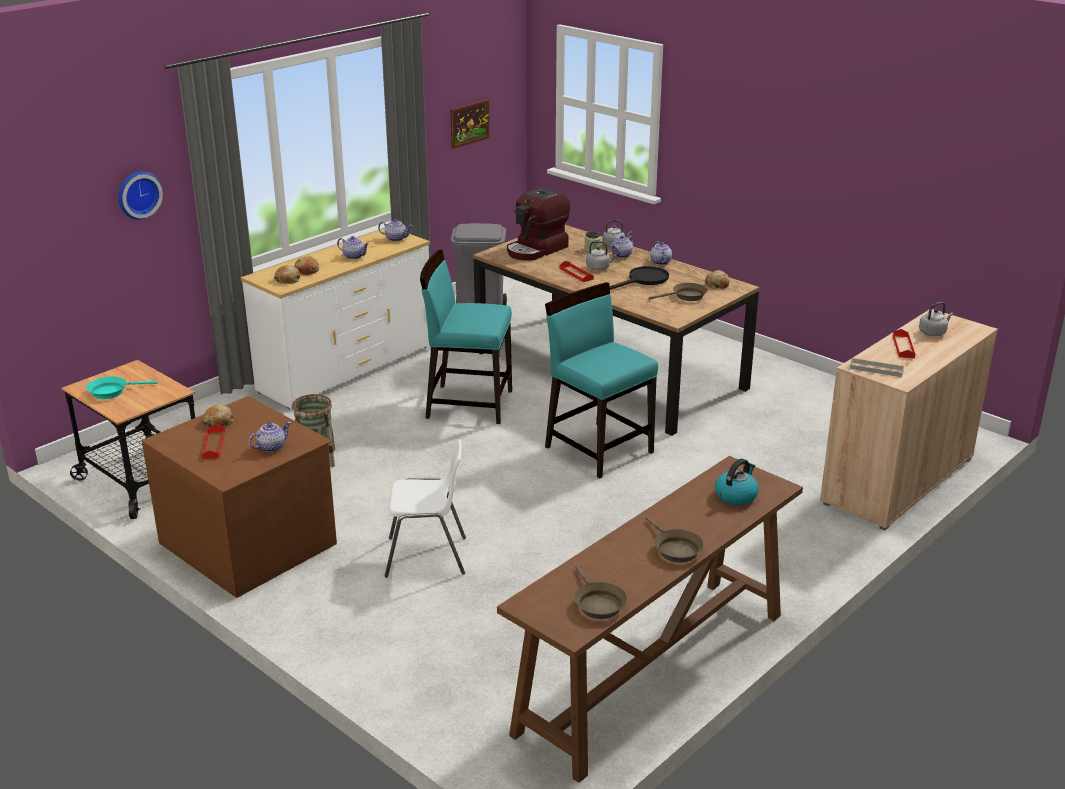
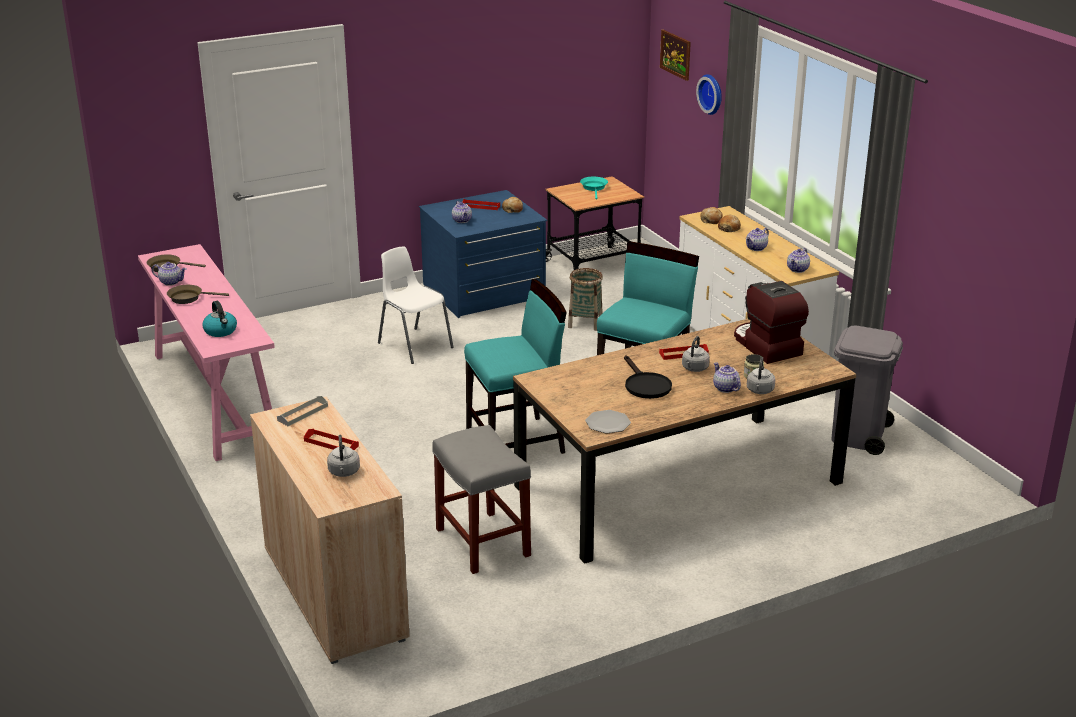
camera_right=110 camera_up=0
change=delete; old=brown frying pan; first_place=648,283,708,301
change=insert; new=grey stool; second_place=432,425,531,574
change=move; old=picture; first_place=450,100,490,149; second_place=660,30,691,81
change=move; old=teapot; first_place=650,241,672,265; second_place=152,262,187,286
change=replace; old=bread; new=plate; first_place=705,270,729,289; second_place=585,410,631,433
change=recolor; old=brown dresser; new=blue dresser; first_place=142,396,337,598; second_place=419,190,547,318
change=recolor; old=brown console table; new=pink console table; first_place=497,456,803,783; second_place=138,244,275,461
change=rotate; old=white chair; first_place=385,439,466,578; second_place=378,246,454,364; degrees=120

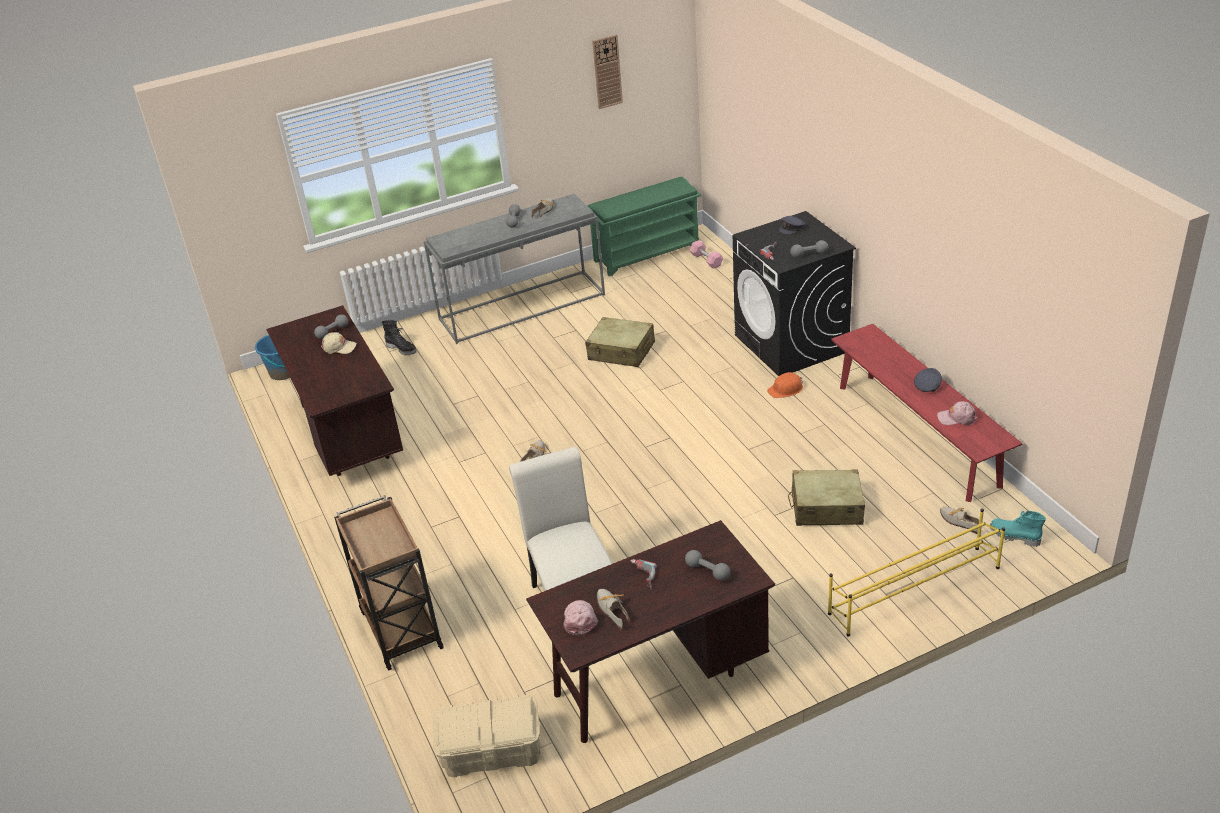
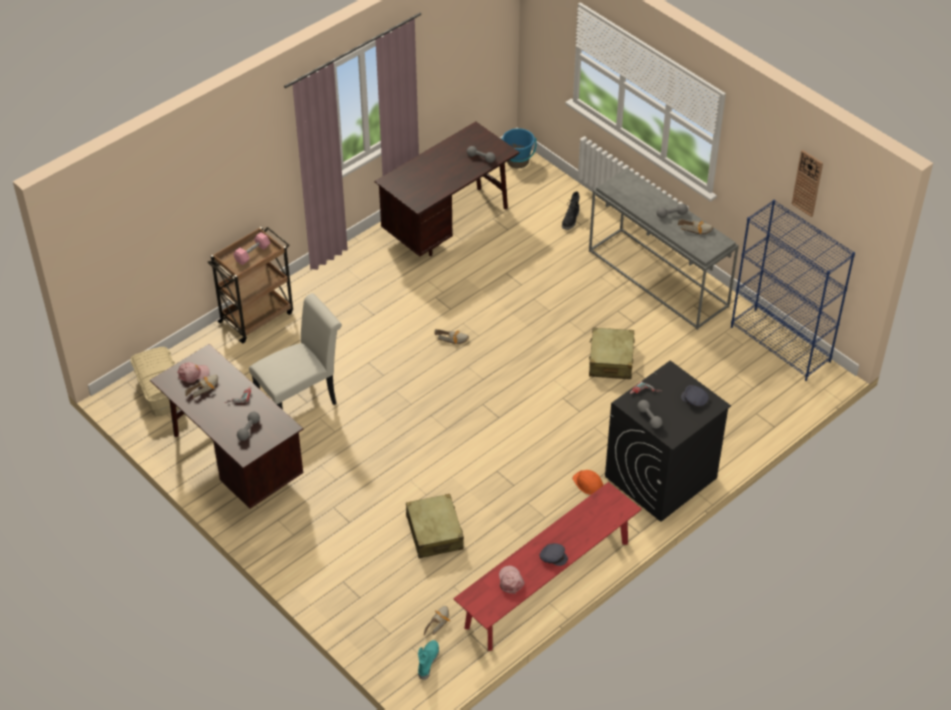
camera_right=70 camera_up=10
change=delete; old=beige cap; first_place=321,332,357,354
change=delete; old=yellow shoe rack; first_place=828,509,1005,637
change=move; old=pink dumbbell; first_place=689,240,723,269; second_place=233,232,270,265
change=replace; old=green shoe rack; new=blue bookcase; first_place=587,177,701,276; second_place=731,200,855,381

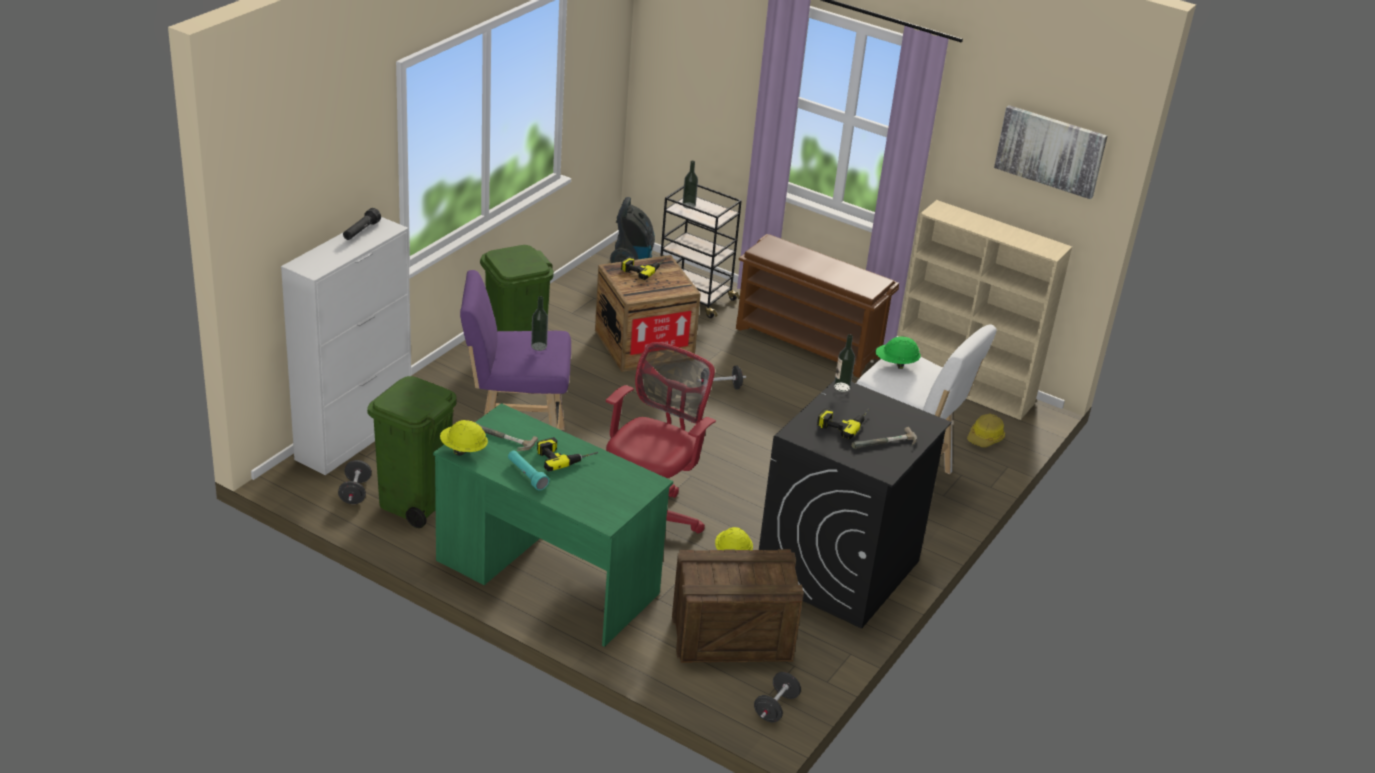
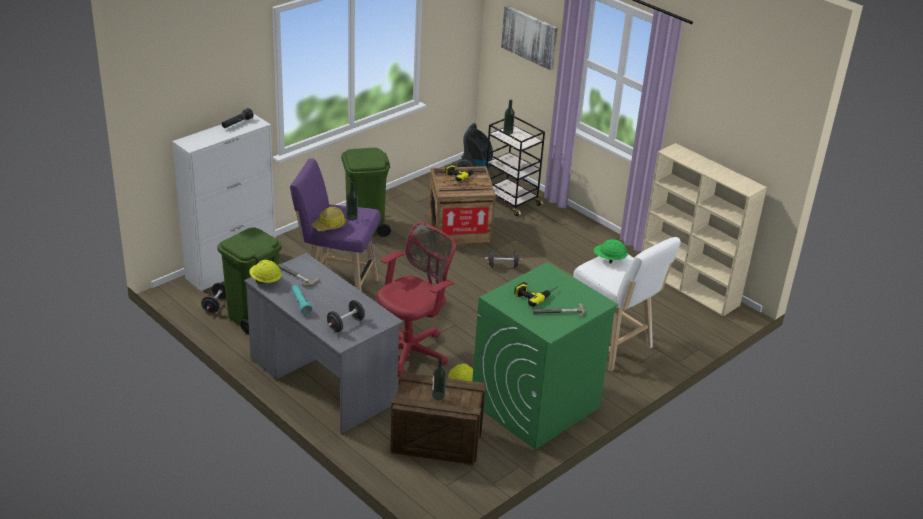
camera_right=15 camera_up=0
change=delete; old=power drill; first_place=537,437,598,472
change=delete; old=brown shoe rack; first_place=736,234,899,378
change=move; old=black dumbbell; first_place=754,672,801,723; second_place=327,300,365,332
change=move; old=bottle; first_place=834,334,855,392; second_place=432,357,446,400
change=move; old=hard hat; first_place=967,414,1005,447; second_place=311,207,346,231
change=move; old=picture; first_place=994,105,1107,199; second_place=501,5,558,70
change=recolor; old=green desk; new=grey desk; first_place=433,403,673,647; second_place=244,253,403,434
change=recolor; old=black washing machine; new=green washing machine; first_place=759,380,951,629; second_place=472,262,618,450

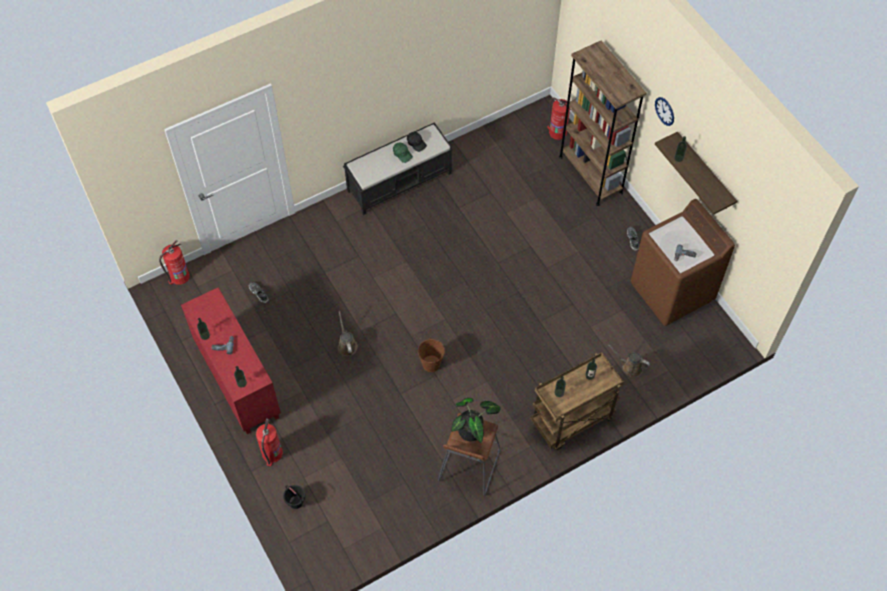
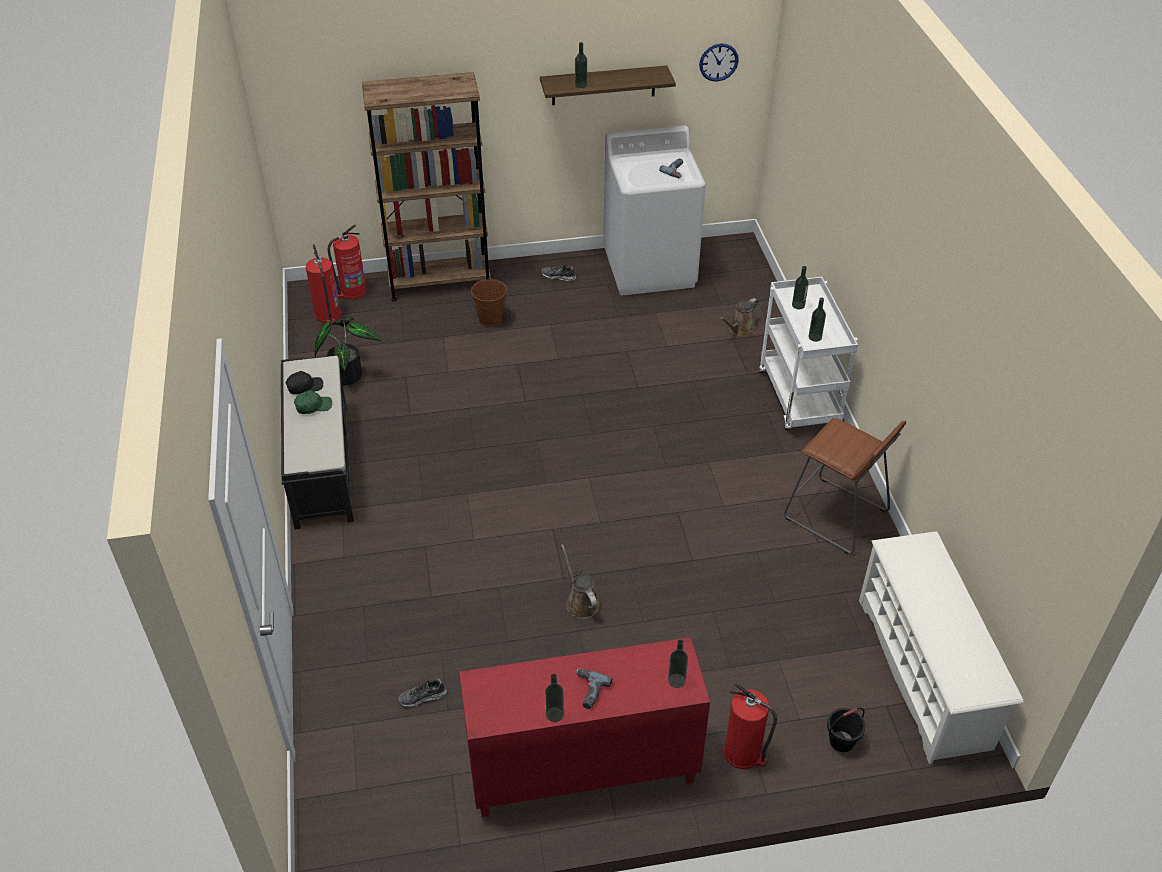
camera_right=-70 camera_up=-15
change=insert; new=white shoe rack; second_place=859,531,1024,764
change=move; old=fire extinguisher; first_place=159,240,190,285; second_place=306,244,341,325
change=move; old=brown bucket; first_place=418,338,445,372; second_place=471,279,507,327
change=move; old=potted plant; first_place=451,398,501,443; second_place=315,317,381,385
change=move; old=wall clock; first_place=655,97,674,126; second_place=699,43,739,82
change=recolor; old=brown cart; new=white cart; first_place=531,352,624,450; second_place=759,277,858,430
change=recolor; old=brown washing machine; new=white washing machine; first_place=631,199,735,326; second_place=603,125,706,295
change=rotate; old=brown watering can; first_place=338,311,358,356; second_place=561,544,599,619; degrees=60

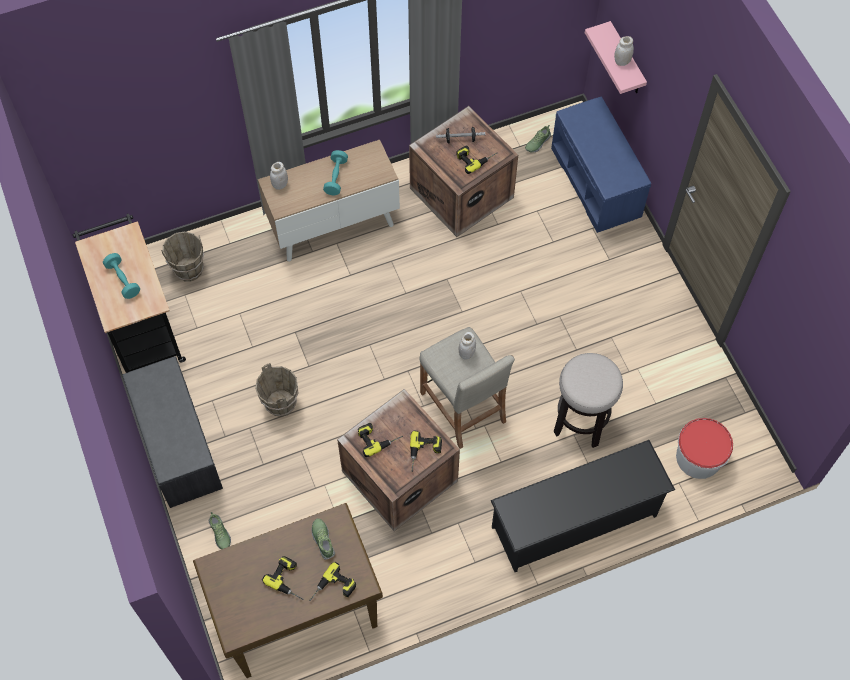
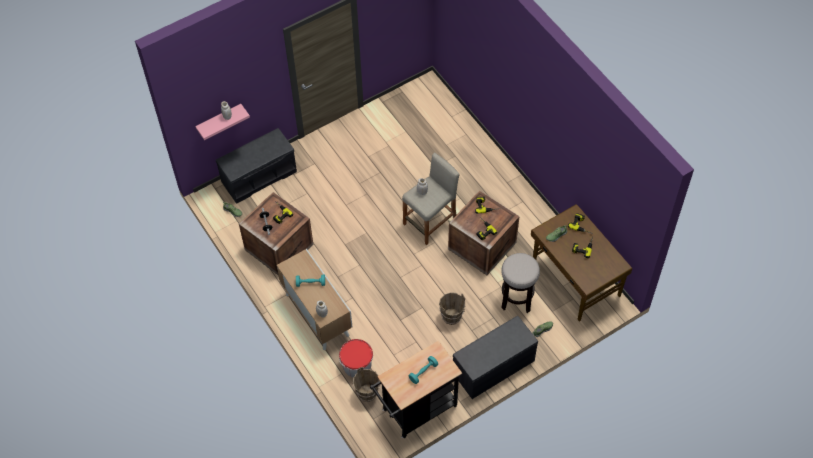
camera_right=-100 camera_up=-5
change=delete; old=black shoe rack; first_place=490,440,675,572
change=move; old=stool; first_place=553,353,623,448; second_place=501,253,540,313
change=move; old=bucket; first_place=676,418,733,479; second_place=339,339,373,377
change=recolor; old=blue bench; new=grey bench; first_place=551,97,651,233; second_place=216,128,297,204

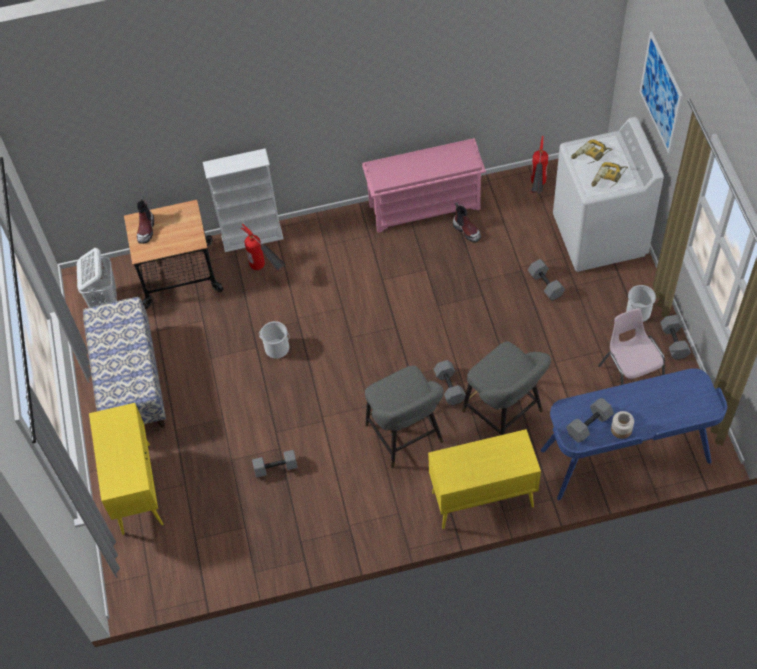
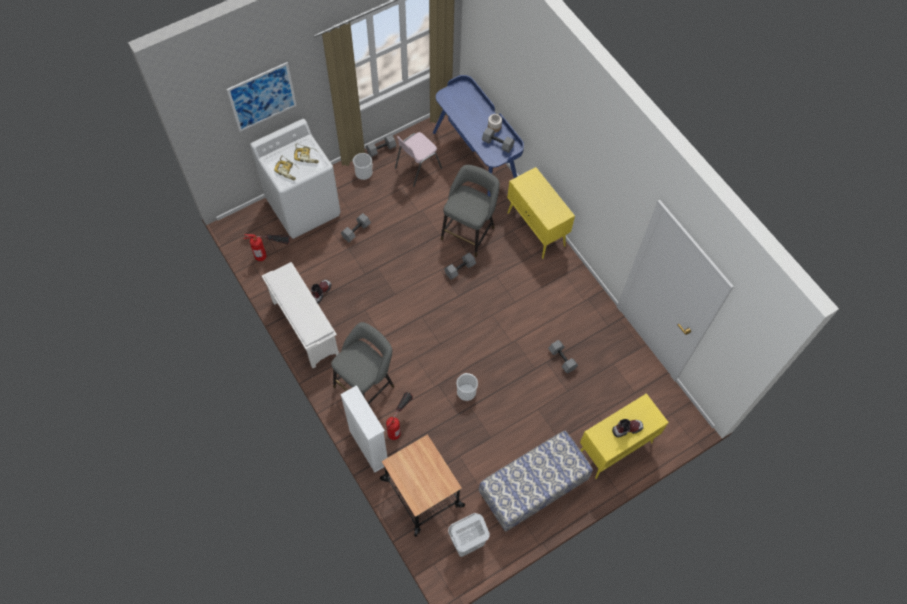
camera_right=-115 camera_up=5
change=move; old=boot; first_place=137,196,154,244; second_place=612,419,644,437
change=move; old=grey stool; first_place=365,365,444,468; second_place=331,322,394,404
change=recolor; old=pink shoe rack; new=white shoe rack; first_place=362,138,486,233; second_place=262,262,339,368

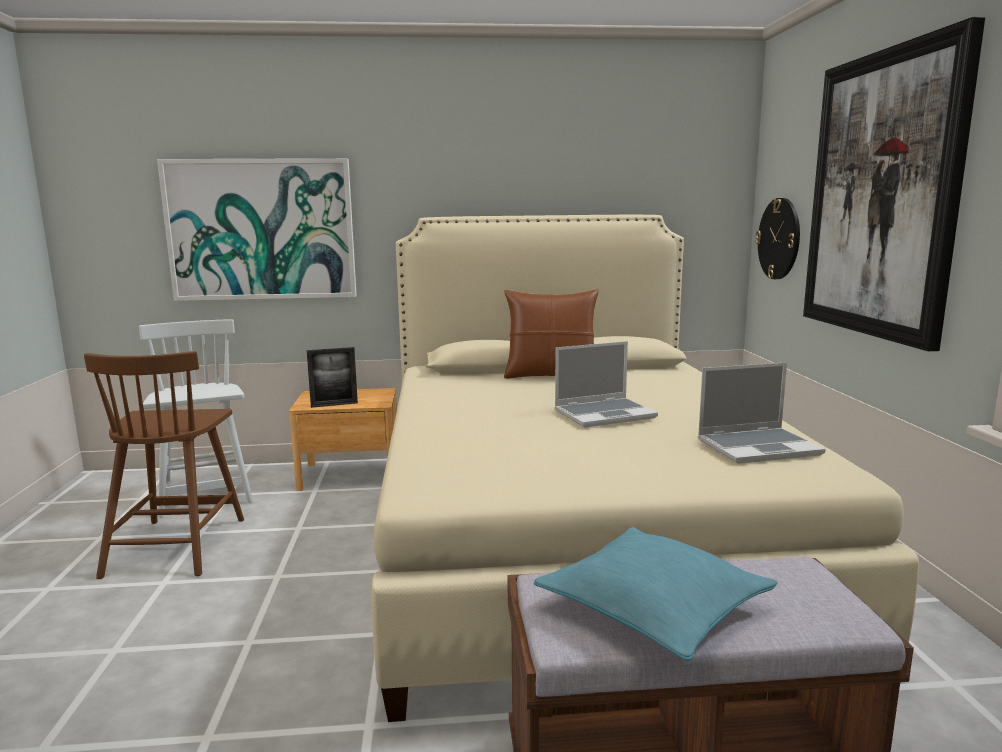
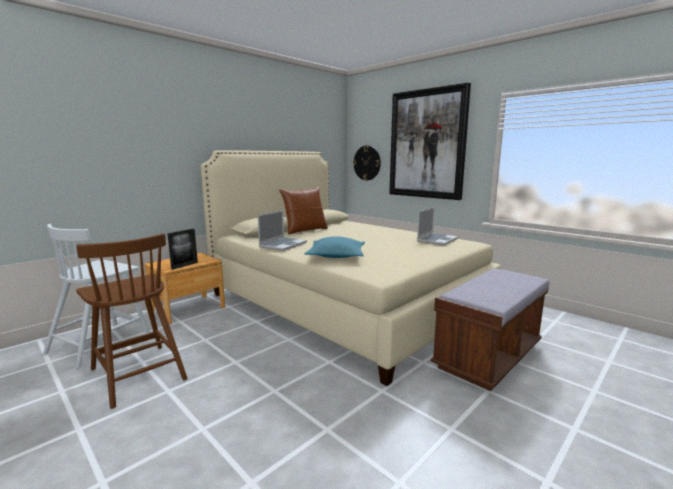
camera_right=-40 camera_up=0
change=delete; old=picture; first_place=157,158,357,301
change=move; old=turquoise pillow; first_place=534,527,778,661; second_place=305,236,365,258
change=move; old=laptop; first_place=555,341,658,428; second_place=258,210,307,251
change=rotate; old=white chair; first_place=139,319,253,518; second_place=43,224,150,369; degrees=-90

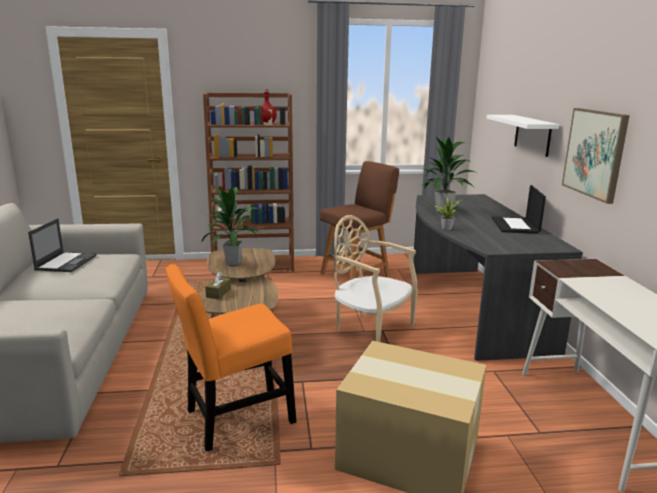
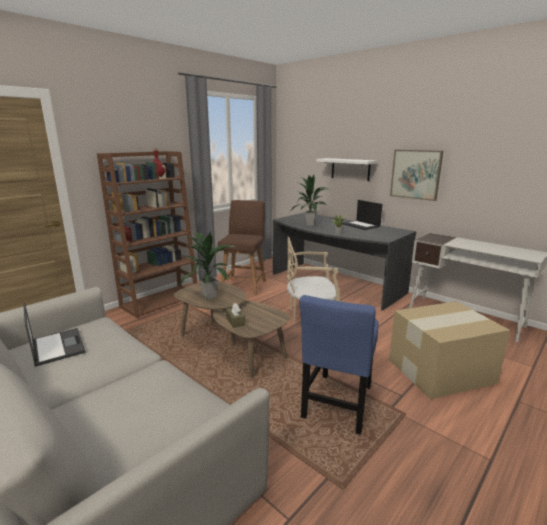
camera_right=-40 camera_up=0
change=recolor; old=orange chair; new=blue chair; first_place=166,264,296,452; second_place=299,295,378,435

